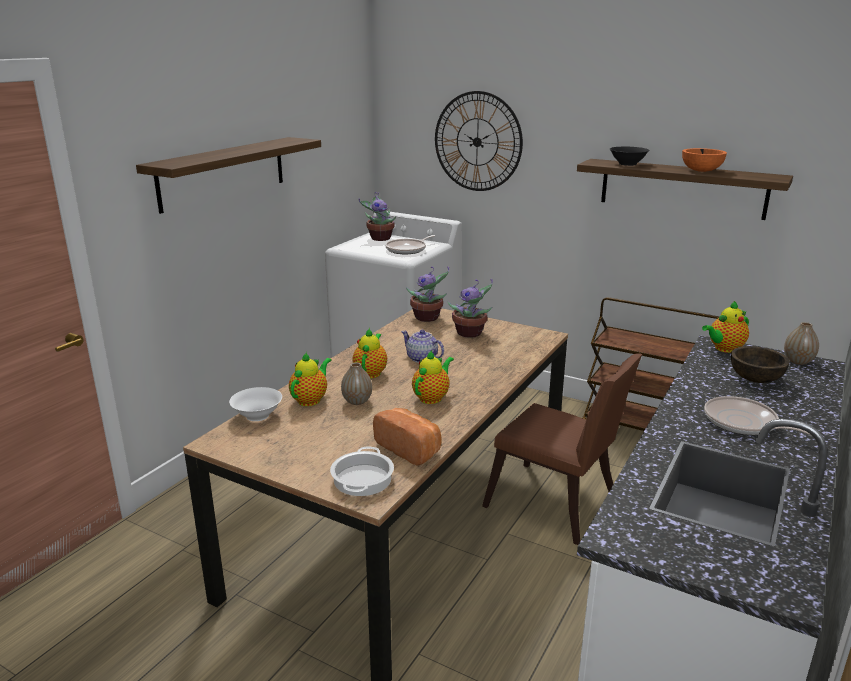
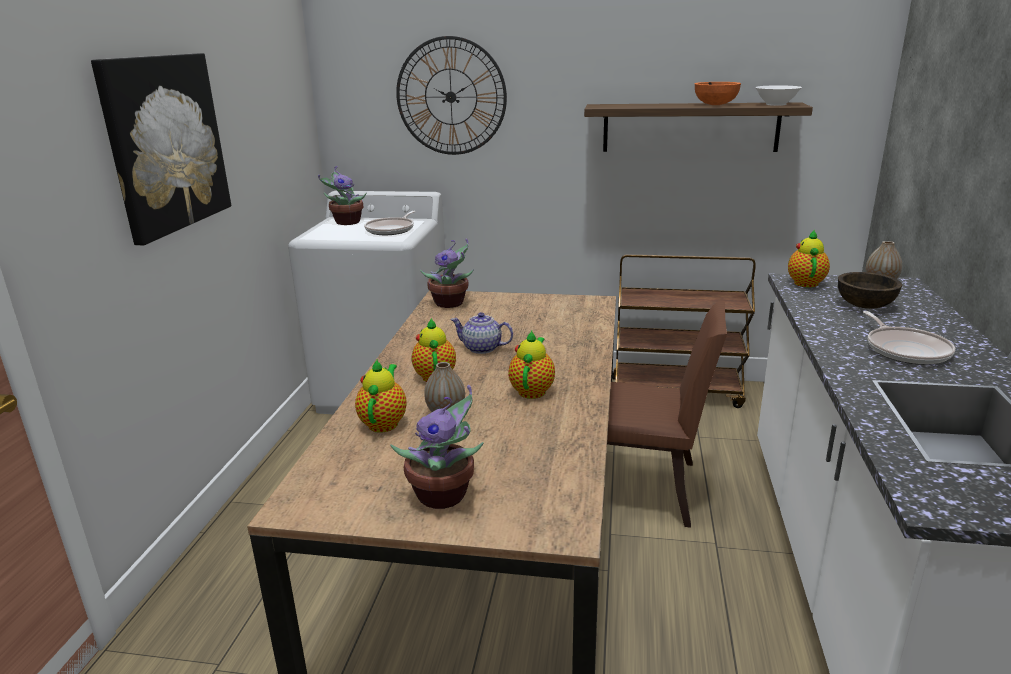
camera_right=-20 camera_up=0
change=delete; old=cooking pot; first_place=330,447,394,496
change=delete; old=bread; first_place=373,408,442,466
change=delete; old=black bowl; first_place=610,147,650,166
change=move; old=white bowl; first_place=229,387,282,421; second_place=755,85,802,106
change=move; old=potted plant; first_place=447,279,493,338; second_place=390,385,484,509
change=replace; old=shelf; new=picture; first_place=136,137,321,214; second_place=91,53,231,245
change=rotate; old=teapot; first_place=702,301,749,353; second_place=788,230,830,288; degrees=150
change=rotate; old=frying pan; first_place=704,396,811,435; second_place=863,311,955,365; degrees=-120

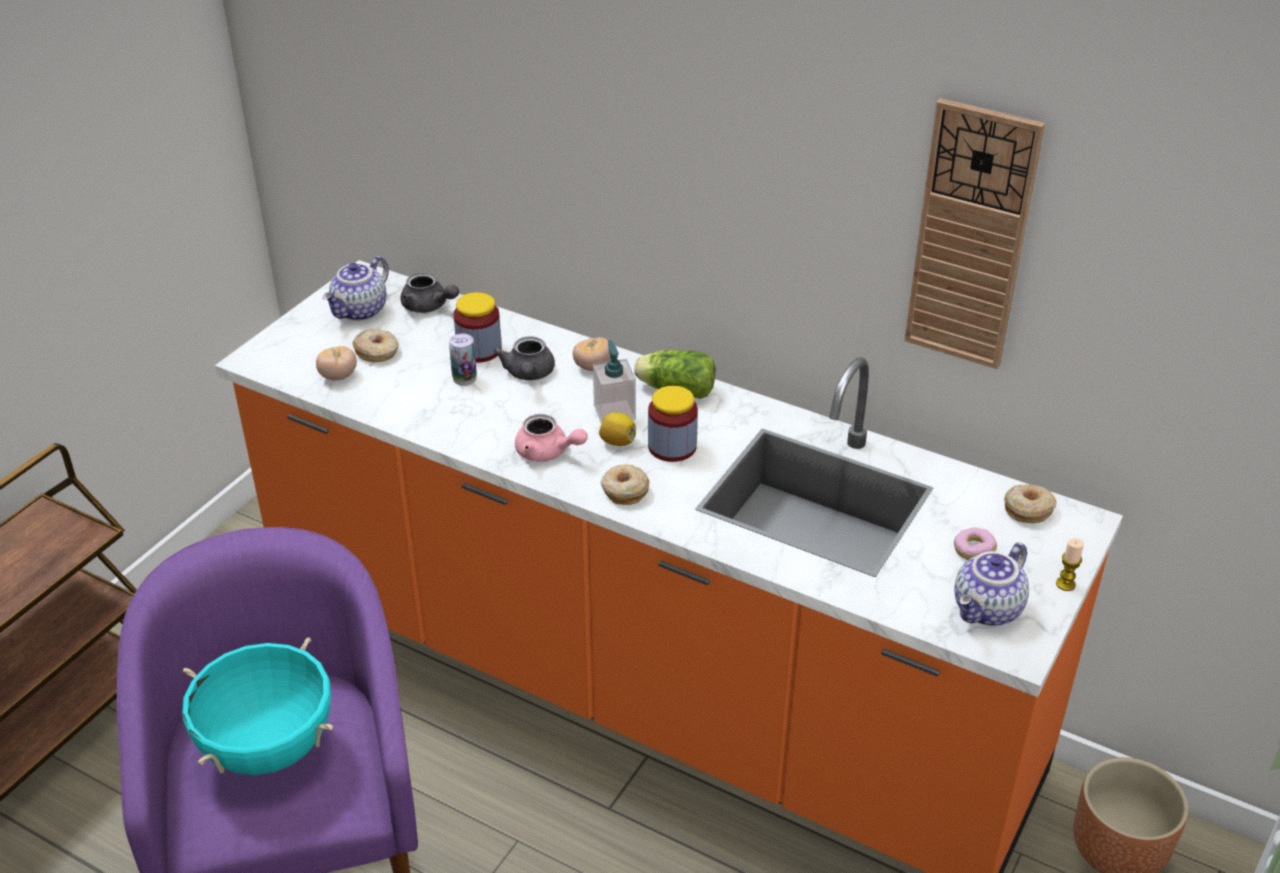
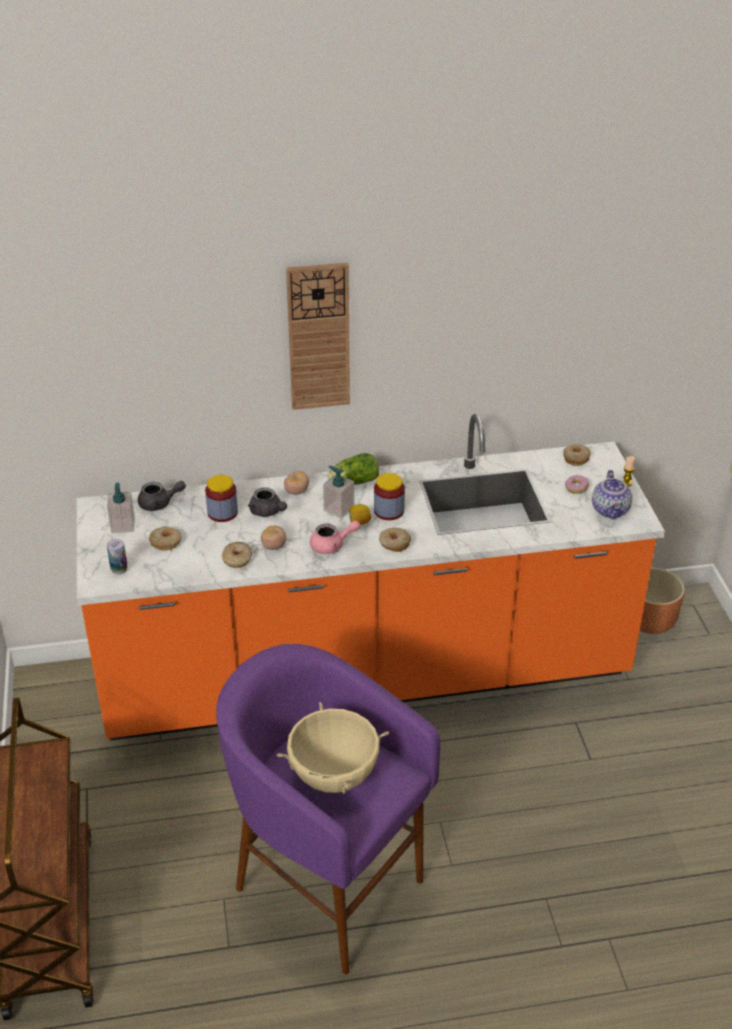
camera_right=-40 camera_up=0
change=insert; new=donut; second_place=222,542,252,568
change=move; old=tomato; first_place=316,346,357,381; second_place=261,525,286,550
change=move; old=can; first_place=449,334,477,386; second_place=107,539,128,575
change=move; old=wall clock; first_place=904,98,1045,369; second_place=286,263,350,410
change=replace; old=teapot; new=soap dispenser; first_place=323,256,389,321; second_place=107,483,135,533
change=recolor; old=turquoise cooking pot; new=beige cooking pot; first_place=182,637,334,775; second_place=277,702,389,794

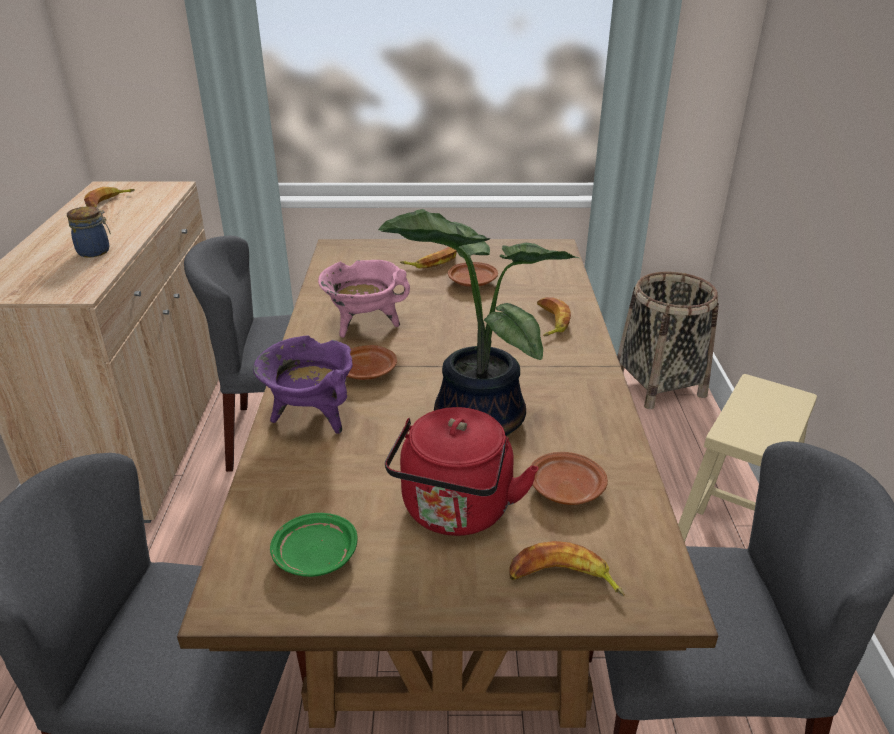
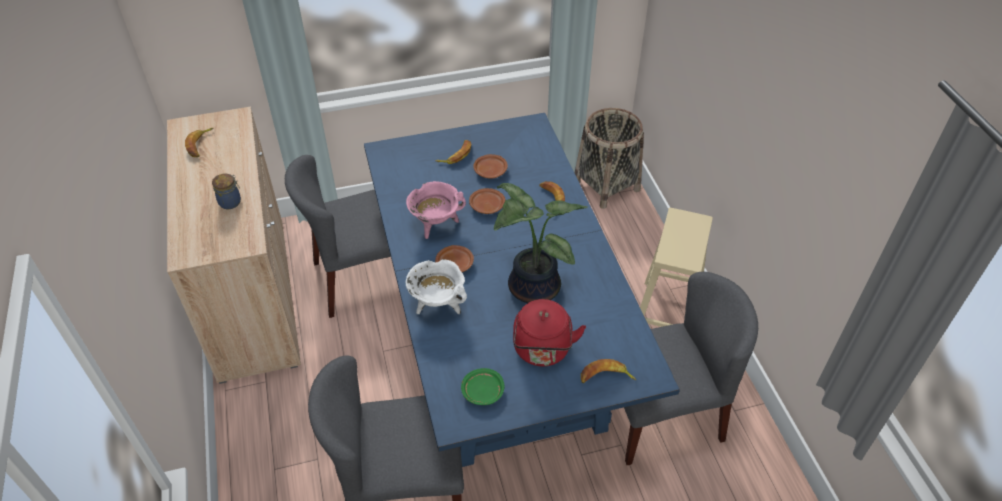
camera_right=-15 camera_up=15
change=move; old=brown plate; first_place=531,452,608,505; second_place=469,188,505,214
change=recolor; old=brown dining table; new=blue dining table; first_place=177,239,718,728; second_place=364,113,680,467
change=recolor; old=purple cooking pot; new=white cooking pot; first_place=253,336,353,434; second_place=406,259,467,314

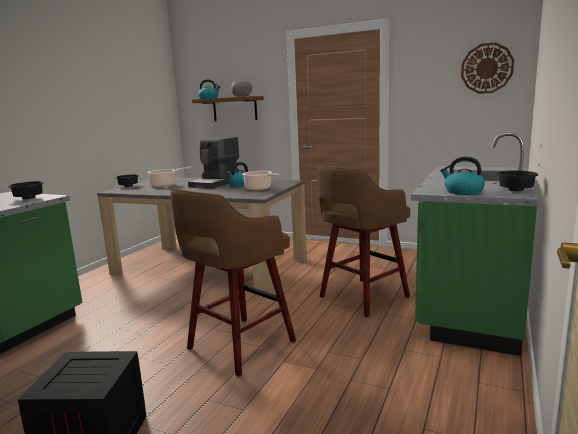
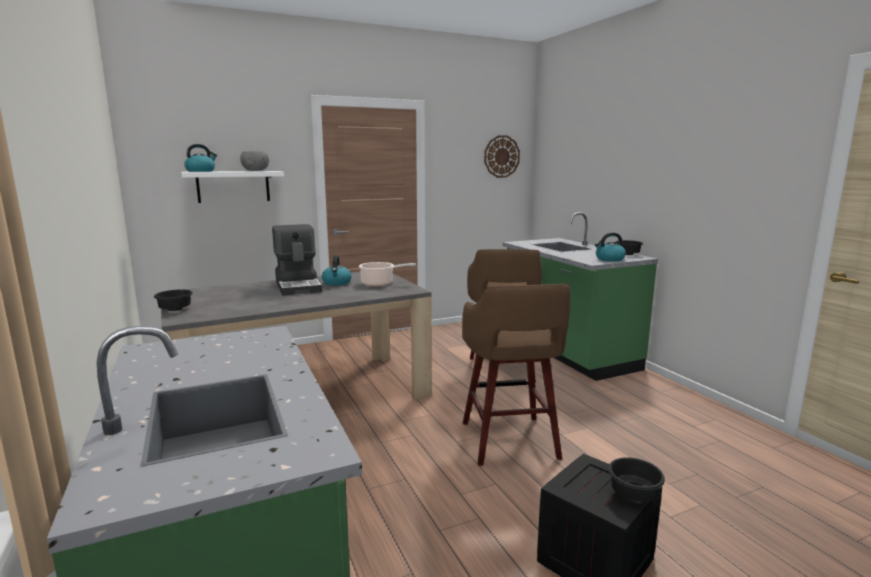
camera_right=-50 camera_up=0
change=delete; old=cooking pot; first_place=147,167,191,187
change=move; old=black bowl; first_place=9,181,44,199; second_place=608,457,665,502
change=recolor; old=brown shelf; new=white shelf; first_place=192,96,264,121; second_place=181,171,284,203

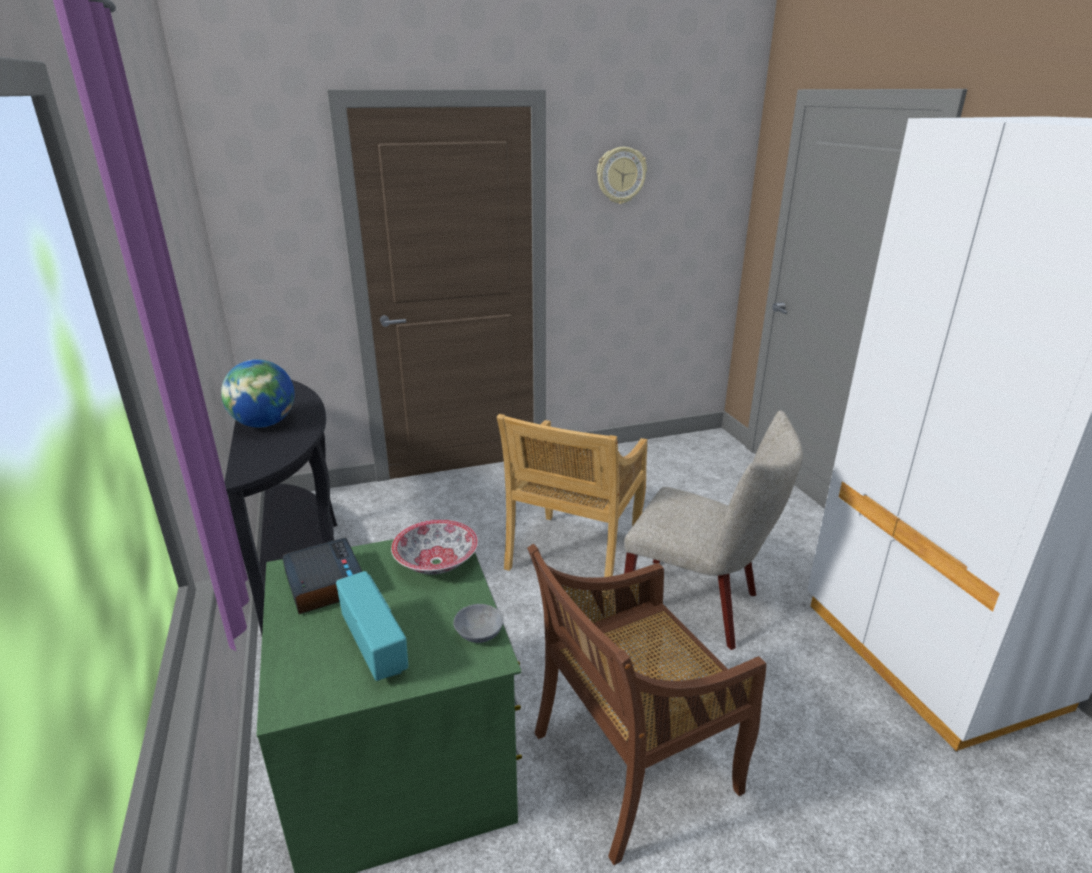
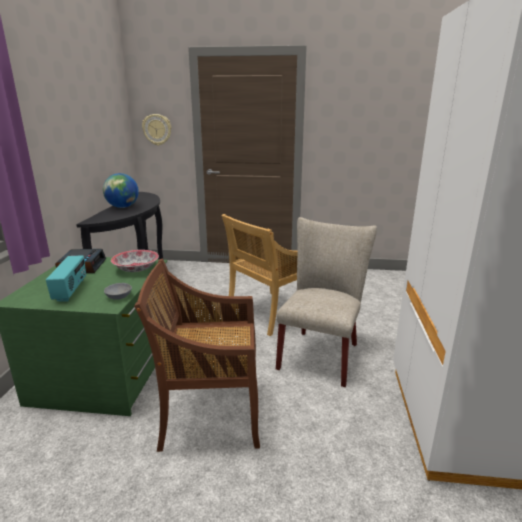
camera_right=25 camera_up=-5
change=move; old=wall clock; first_place=597,147,647,204; second_place=142,114,171,146
change=rotate; old=beige chair; first_place=624,410,803,650; second_place=276,217,377,387; degrees=-120

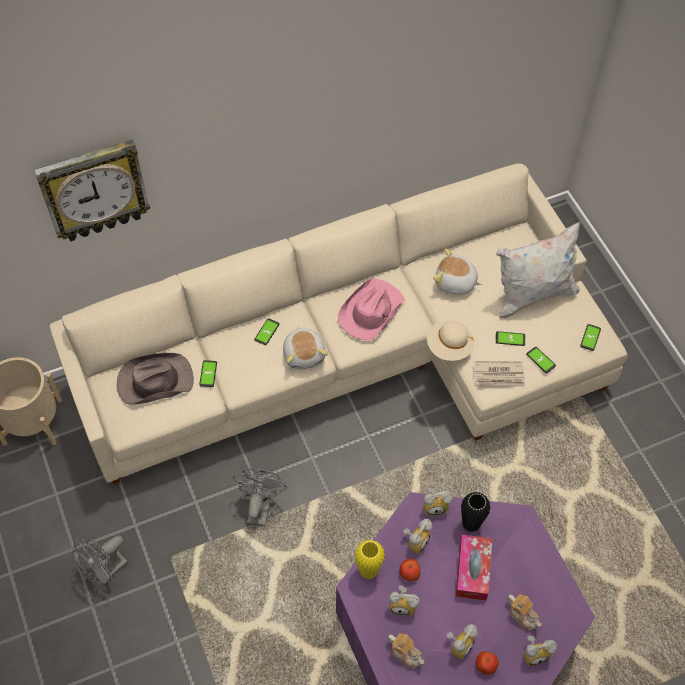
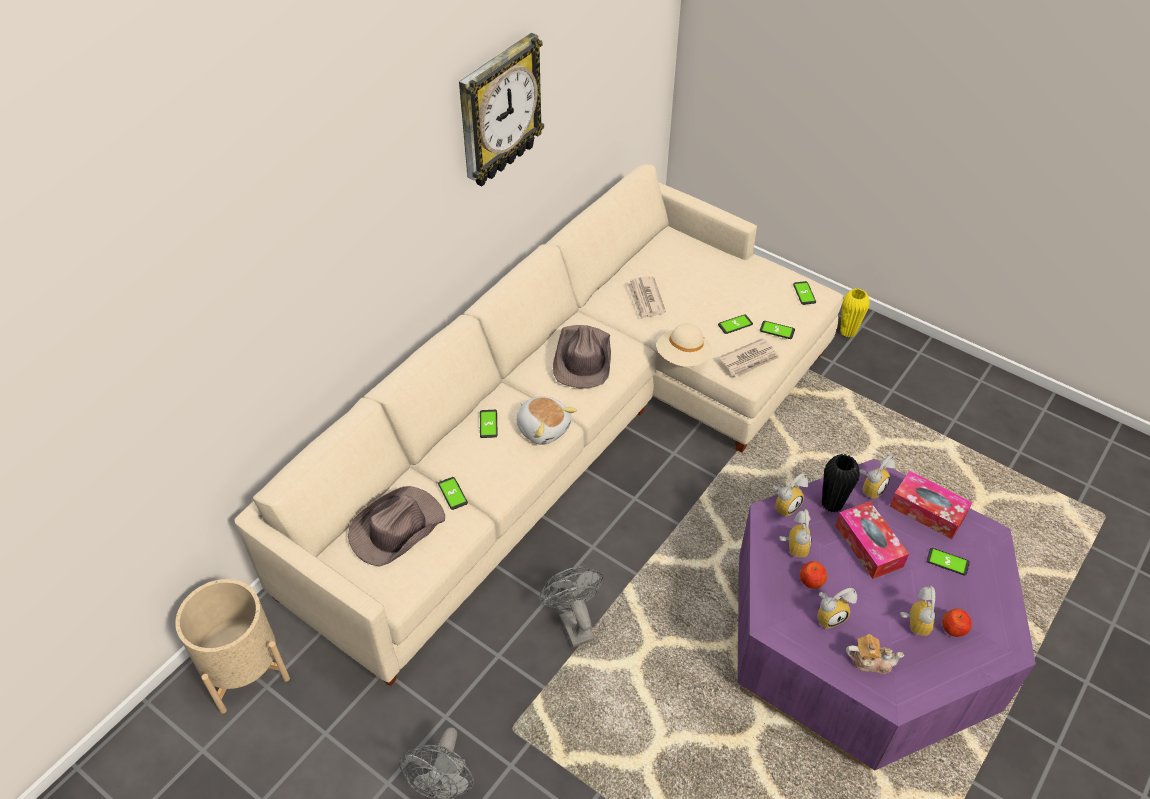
camera_right=-30 camera_up=-10
change=delete; old=white pillow; first_place=496,222,580,319
change=insert; new=tissue box; second_place=889,471,973,539
change=move; old=wall clock; first_place=34,139,150,241; second_place=459,33,544,186
change=move; old=yellow vase; first_place=355,539,385,579; second_place=840,288,870,337
change=move; old=alarm clock; first_place=524,635,557,666; second_place=860,455,895,500
change=replace; old=plush toy; new=newspaper; first_place=434,249,482,295; second_place=627,276,666,319
change=replace; old=teapot; new=phone; first_place=507,594,542,631; second_place=927,548,970,576
change=recolor; old=pink hat; new=brown hat; first_place=338,279,405,340; second_place=553,325,611,389

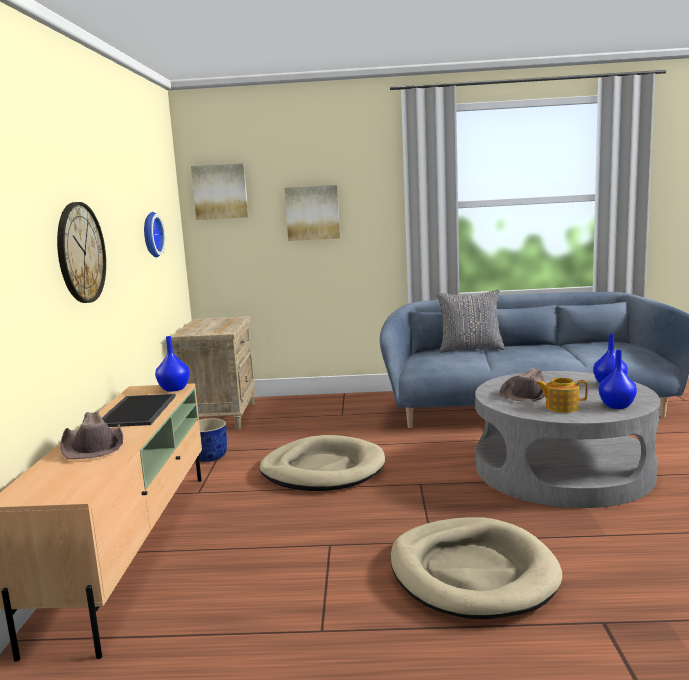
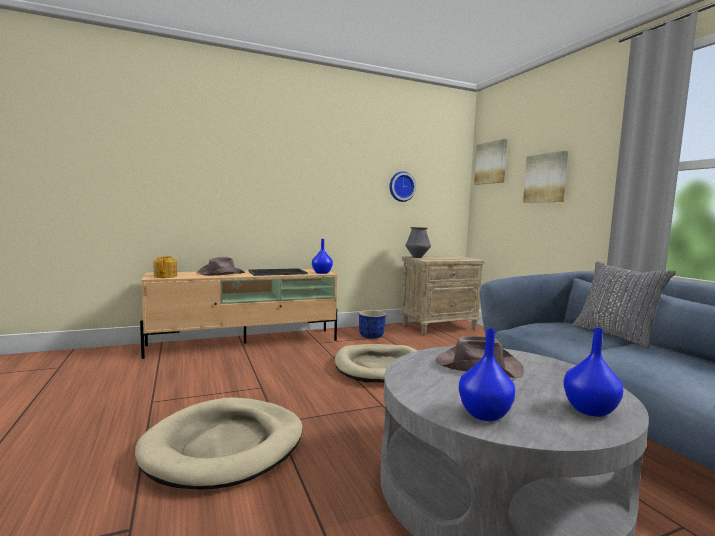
camera_right=65 camera_up=-5
change=delete; old=wall clock; first_place=57,202,106,303
change=insert; new=vase; second_place=405,227,431,258
change=move; old=teapot; first_place=536,378,588,413; second_place=154,256,177,278

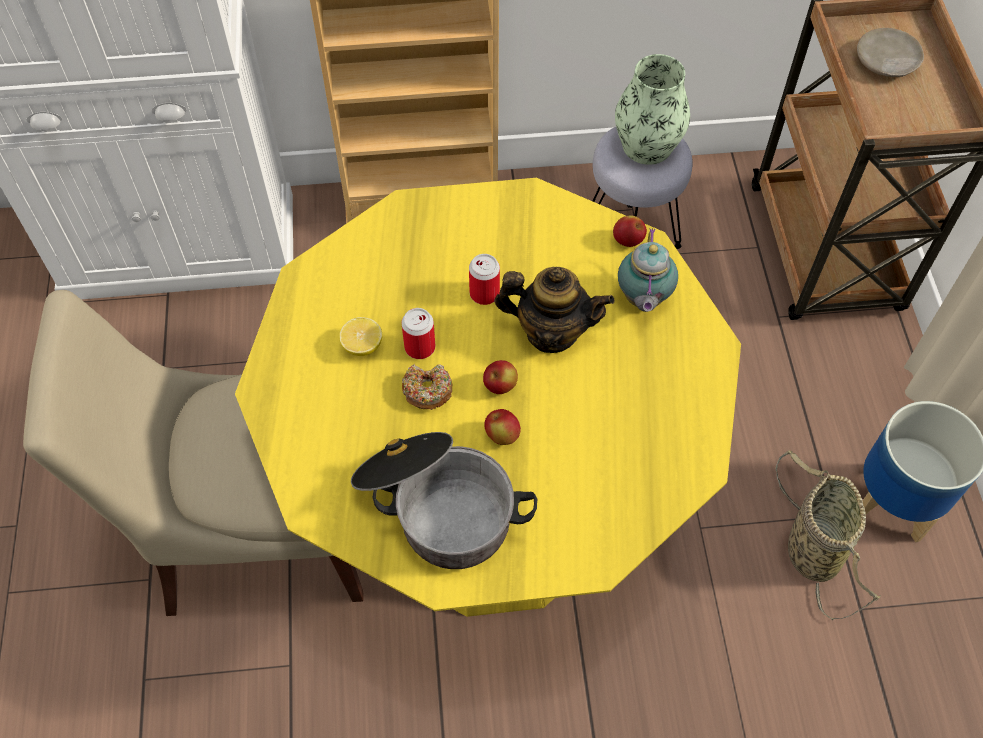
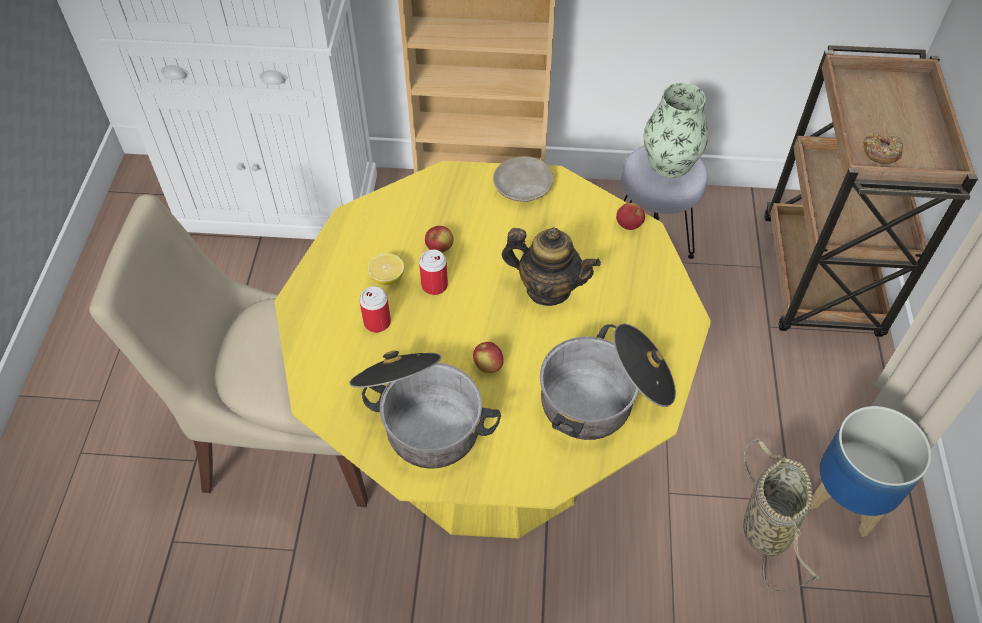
camera_right=10 camera_up=-5
change=delete; old=teapot; first_place=618,228,678,312
change=insert; new=cooking pot; second_place=540,323,676,440
change=move; old=donut; first_place=402,364,452,410; second_place=863,131,904,164
change=move; old=can; first_place=469,254,500,305; second_place=359,286,391,332
change=move; old=apple; first_place=483,360,518,394; second_place=425,226,454,253
change=move; old=beige plate; first_place=857,28,924,77; second_place=493,156,553,202

